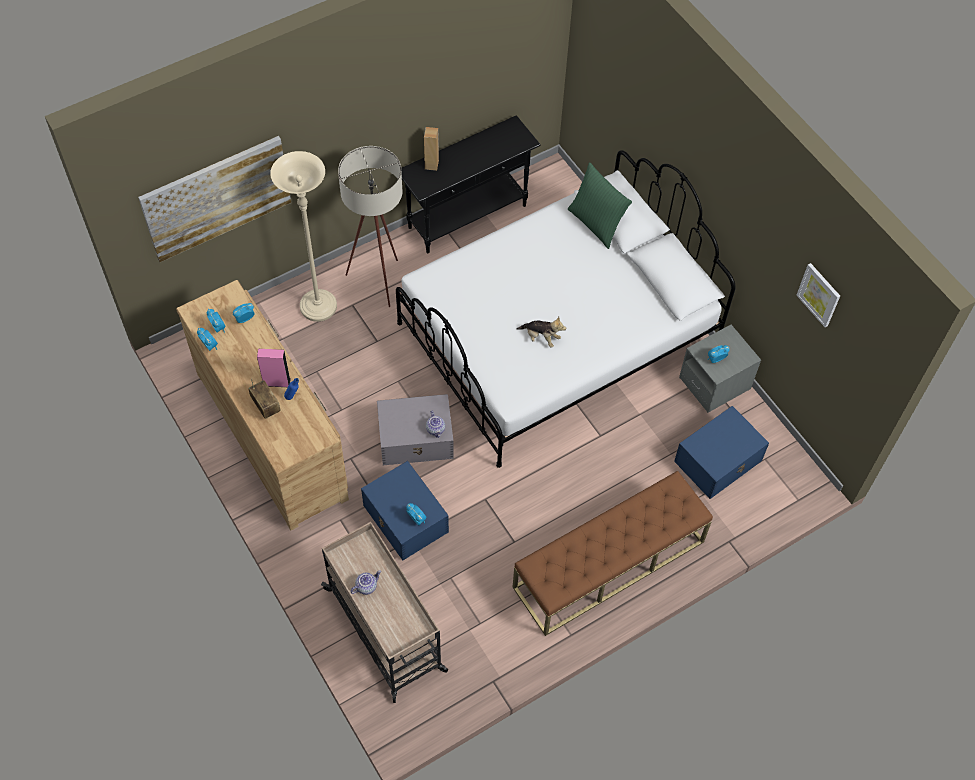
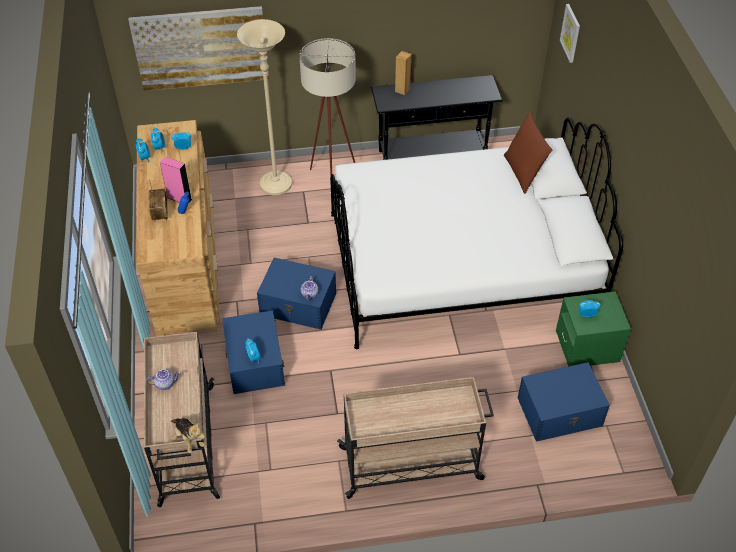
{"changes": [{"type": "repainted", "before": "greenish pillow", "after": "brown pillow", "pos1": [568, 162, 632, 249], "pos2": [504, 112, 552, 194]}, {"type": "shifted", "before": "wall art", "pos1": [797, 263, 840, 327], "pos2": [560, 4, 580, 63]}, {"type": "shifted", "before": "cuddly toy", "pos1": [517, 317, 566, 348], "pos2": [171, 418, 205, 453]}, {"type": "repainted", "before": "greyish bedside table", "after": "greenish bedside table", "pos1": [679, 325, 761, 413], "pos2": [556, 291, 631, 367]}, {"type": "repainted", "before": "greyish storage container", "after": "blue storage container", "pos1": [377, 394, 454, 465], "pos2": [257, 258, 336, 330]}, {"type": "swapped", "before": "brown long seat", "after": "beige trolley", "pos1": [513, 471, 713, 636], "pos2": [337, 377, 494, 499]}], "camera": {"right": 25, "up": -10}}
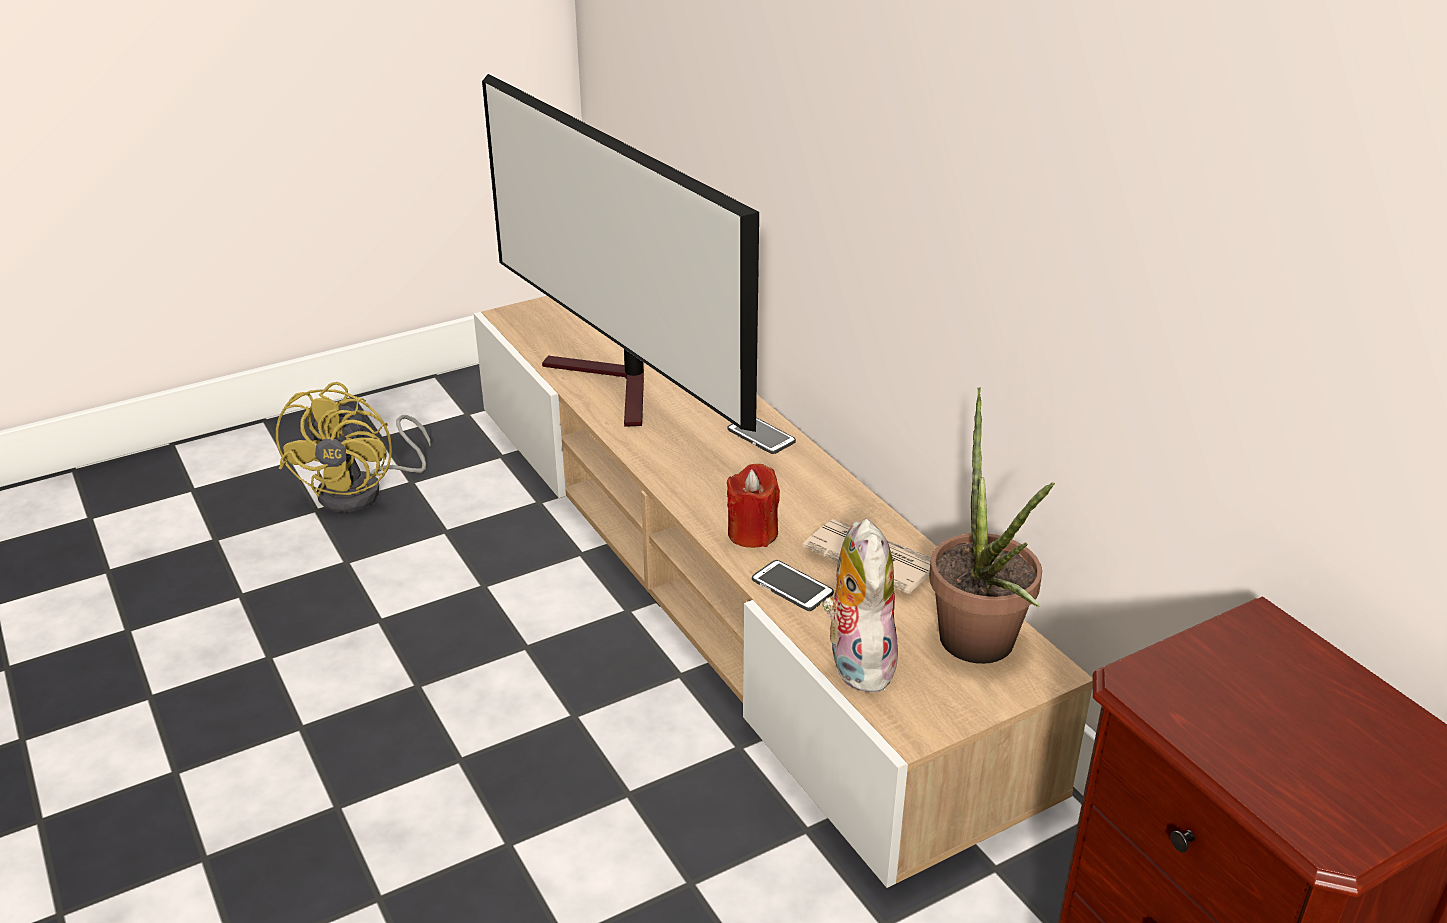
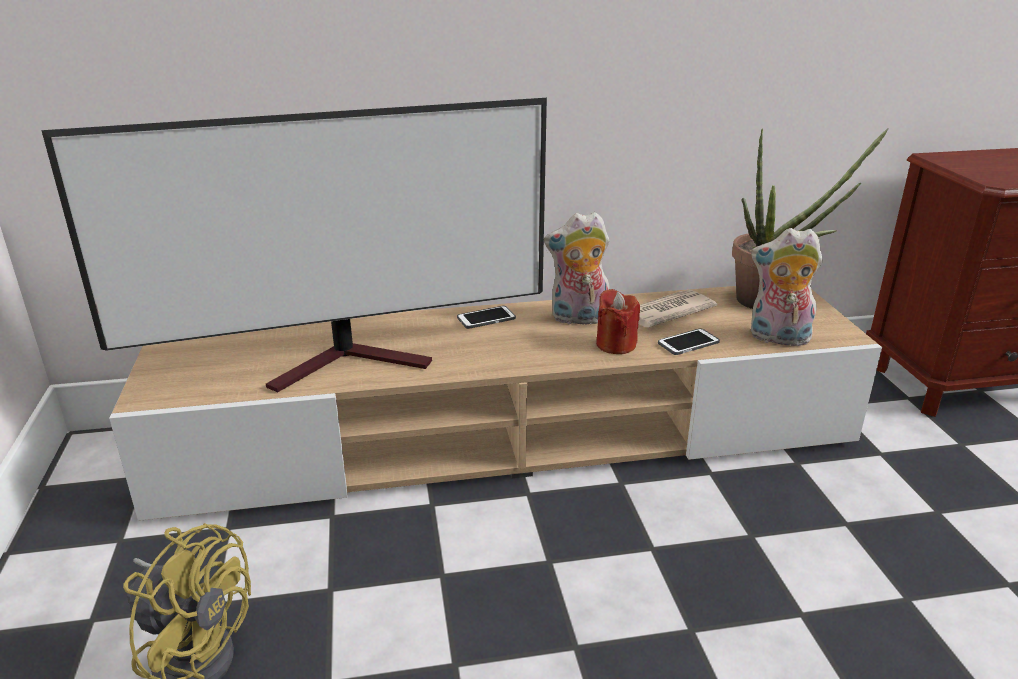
{"changes": [{"type": "new", "after": "cuddly toy", "pos2": [544, 212, 610, 324]}], "camera": {"right": -70, "up": -5}}
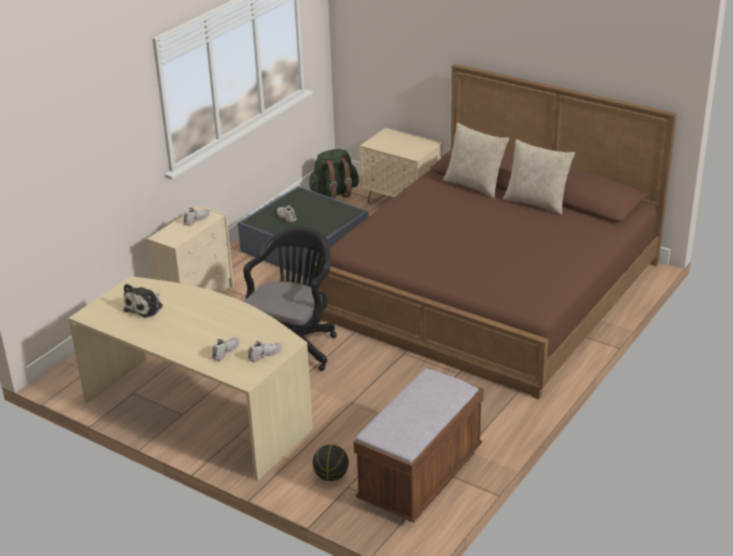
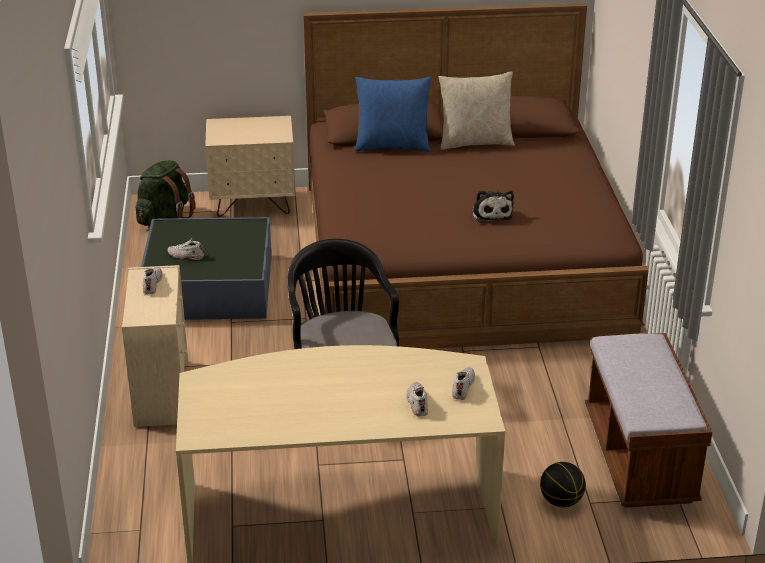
{"changes": [{"type": "repainted", "before": "beige pillow", "after": "blue pillow", "pos1": [443, 123, 509, 198], "pos2": [355, 77, 431, 152]}, {"type": "shifted", "before": "cuddly toy", "pos1": [123, 284, 163, 318], "pos2": [472, 191, 514, 223]}], "camera": {"right": -40, "up": 0}}
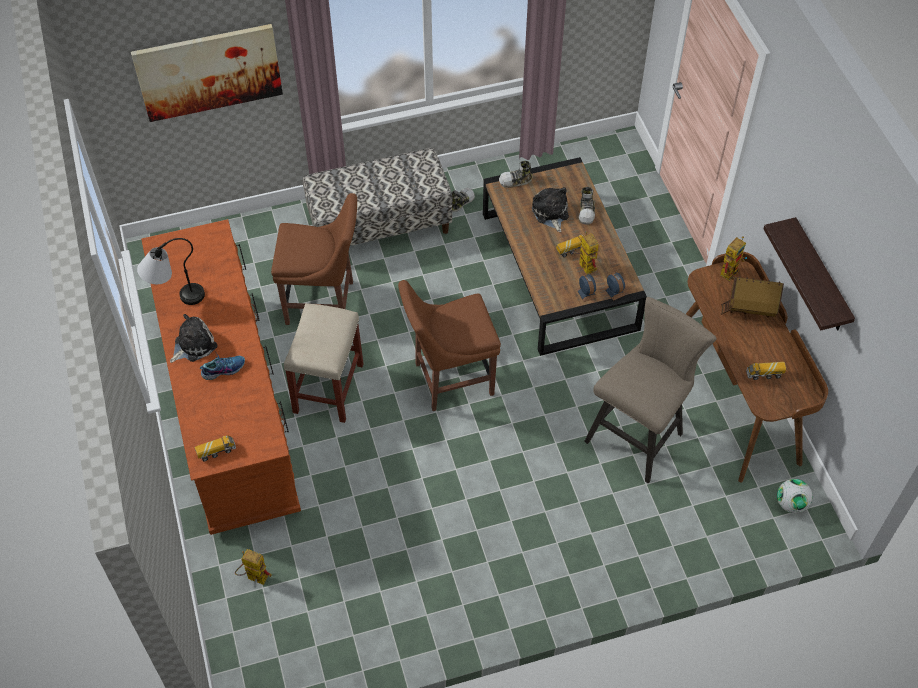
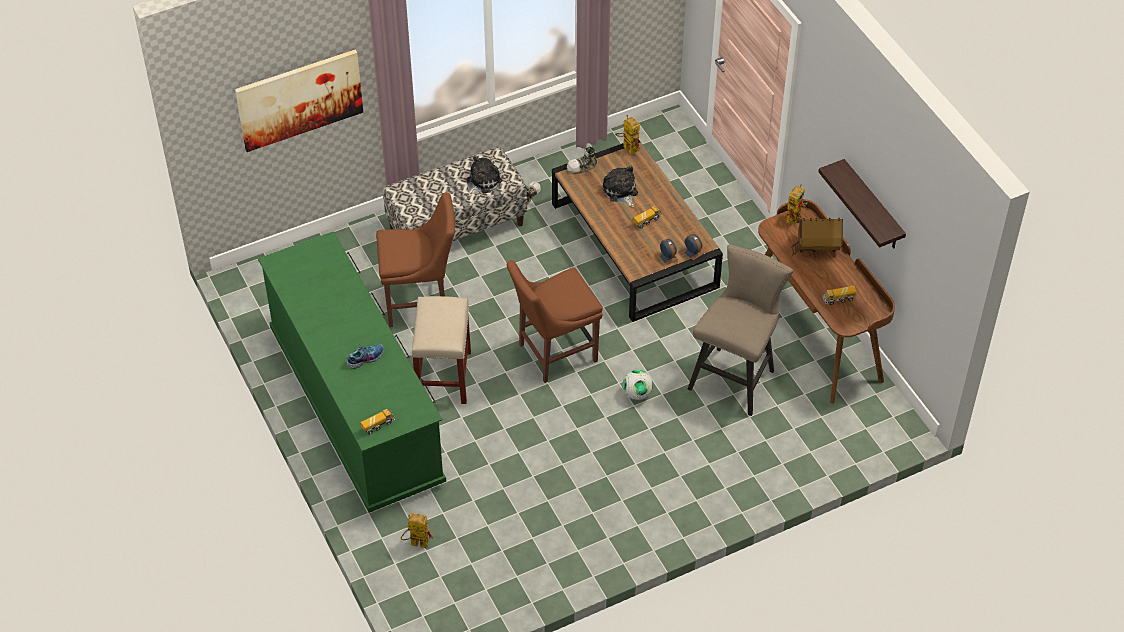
{"changes": [{"type": "gone", "before": "item of footwear", "pos1": [579, 187, 595, 225]}, {"type": "repainted", "before": "brown chest of drawers", "after": "greenish chest of drawers", "pos1": [141, 219, 301, 535], "pos2": [258, 232, 446, 513]}, {"type": "shifted", "before": "model robot", "pos1": [571, 231, 599, 274], "pos2": [615, 115, 640, 155]}, {"type": "gone", "before": "table lamp", "pos1": [137, 238, 205, 305]}, {"type": "shifted", "before": "cuddly toy", "pos1": [170, 314, 218, 363], "pos2": [466, 156, 502, 197]}, {"type": "shifted", "before": "football", "pos1": [777, 479, 812, 513], "pos2": [622, 370, 653, 400]}], "camera": {"right": -10, "up": -5}}
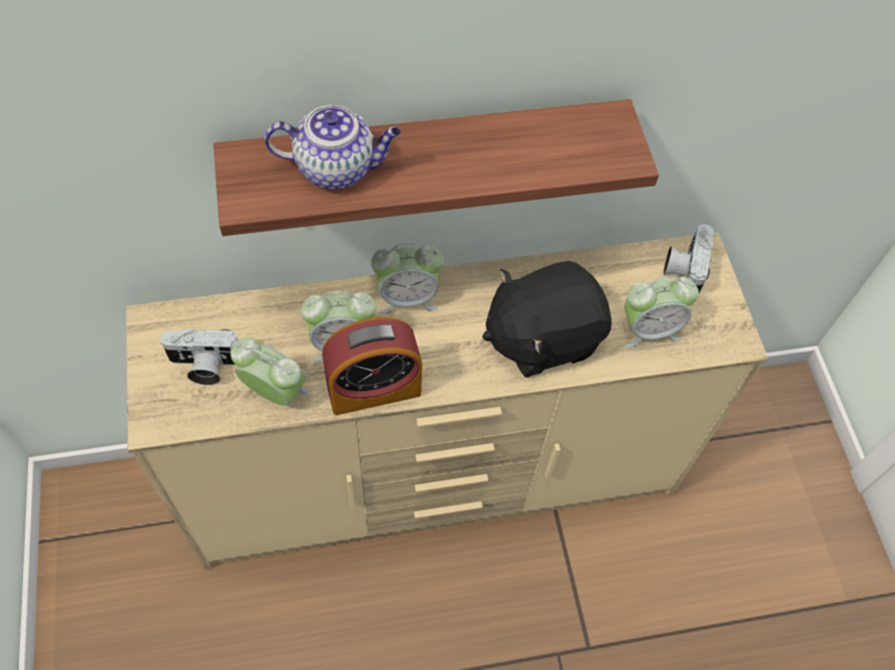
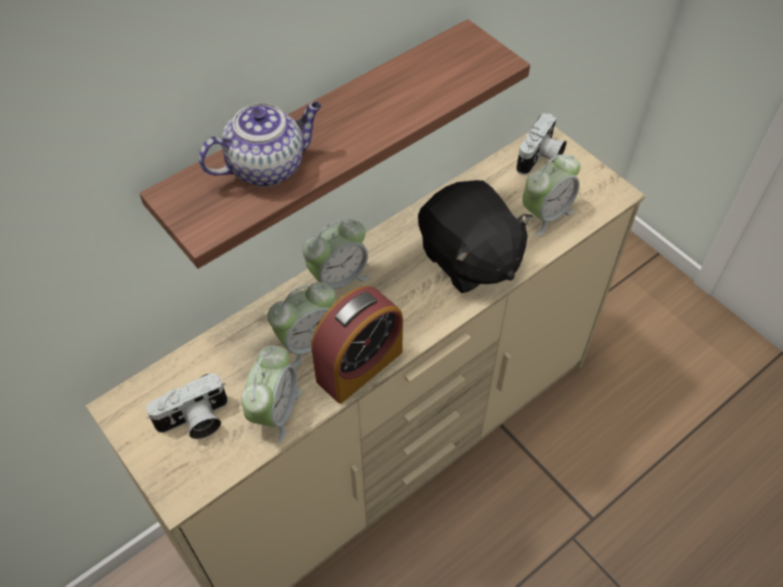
{"changes": [{"type": "rotated", "before": "still camera", "pos1": [663, 224, 714, 292], "pos2": [516, 113, 567, 175], "turn": -135}, {"type": "rotated", "before": "blackish cuddly toy", "pos1": [482, 261, 612, 377], "pos2": [418, 180, 533, 293], "turn": -75}, {"type": "rotated", "before": "table clock", "pos1": [231, 337, 310, 406], "pos2": [241, 345, 301, 443], "turn": 105}], "camera": {"right": -25, "up": -5}}
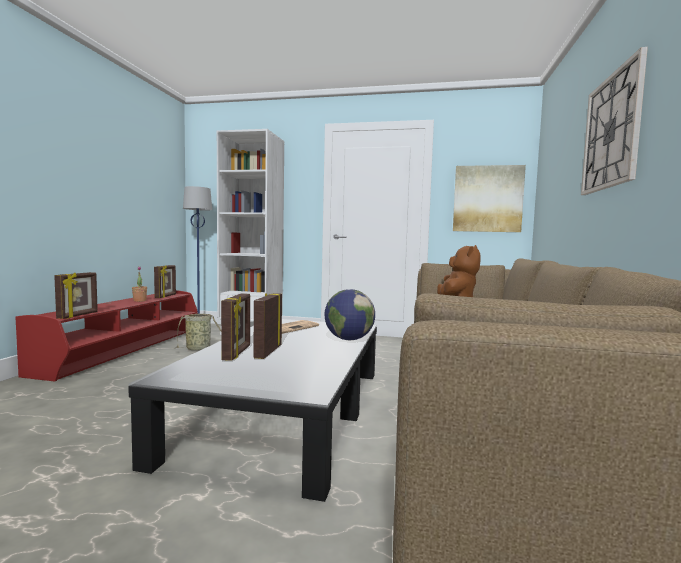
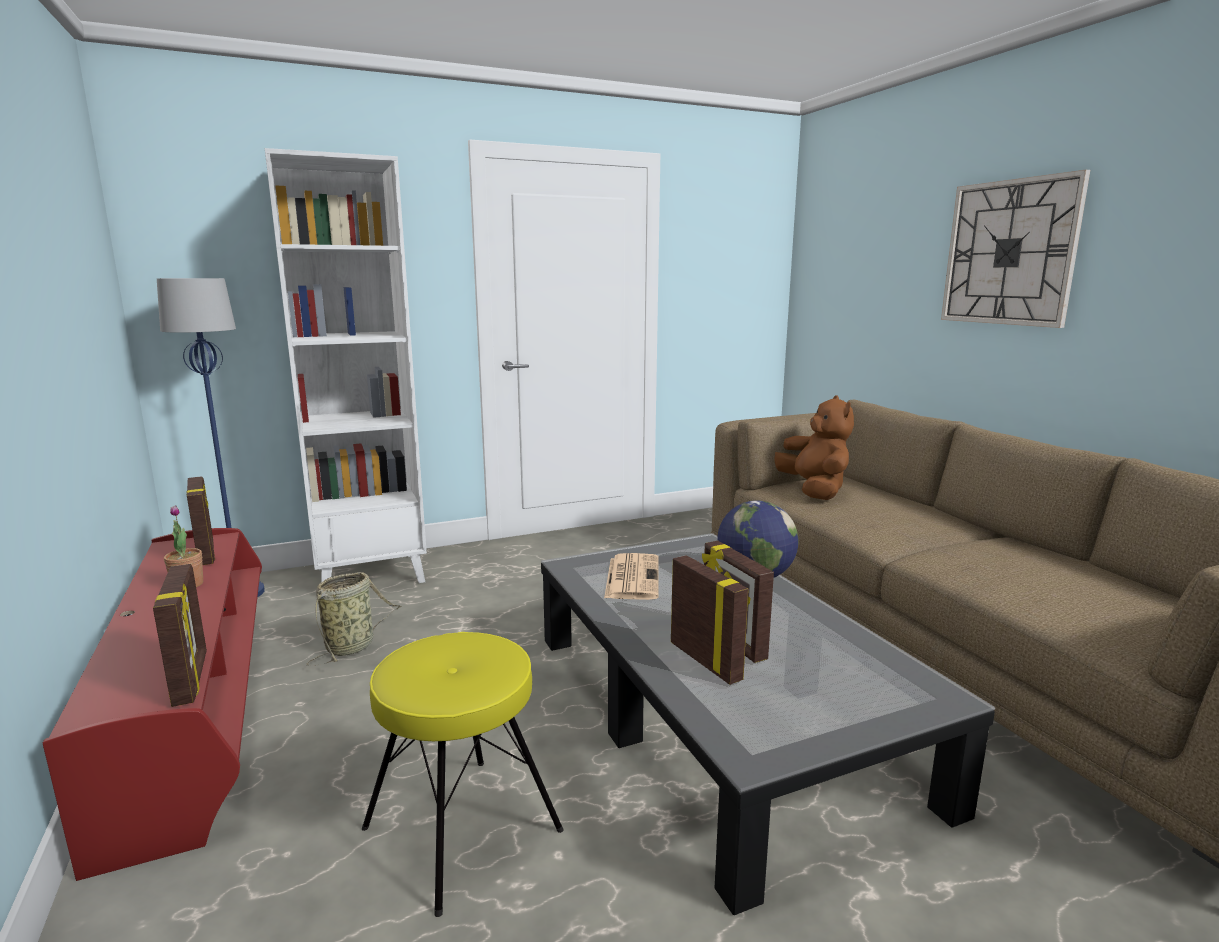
{"changes": [{"type": "gone", "before": "wall art", "pos1": [453, 165, 526, 232]}, {"type": "new", "after": "yellowish stool seat", "pos2": [362, 632, 564, 917]}], "camera": {"right": -35, "up": 10}}
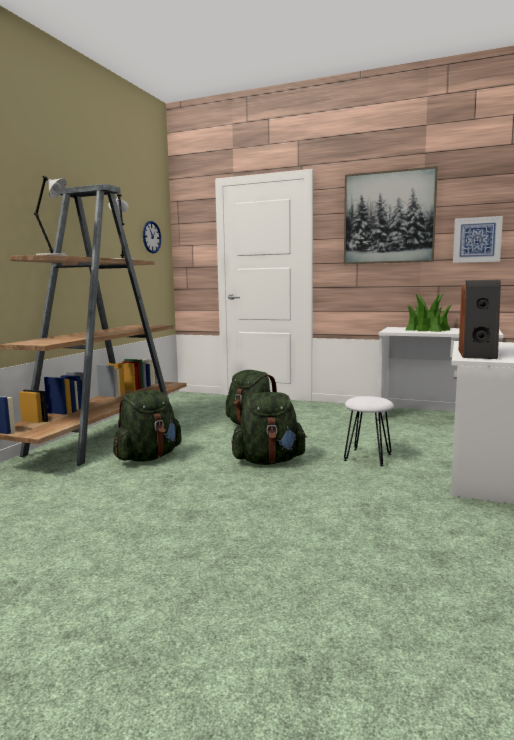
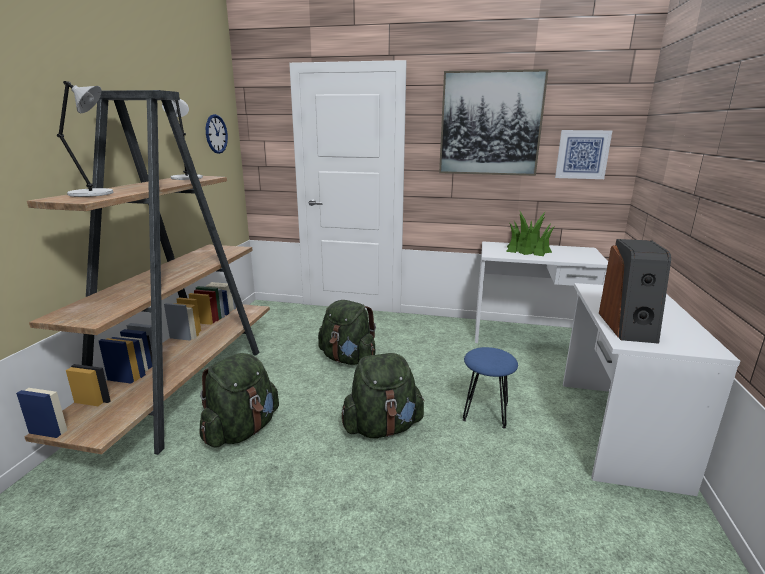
{"changes": [{"type": "repainted", "before": "white stool seat", "after": "blue stool seat", "pos1": [344, 396, 394, 466], "pos2": [463, 347, 518, 429]}], "camera": {"right": -10, "up": 10}}
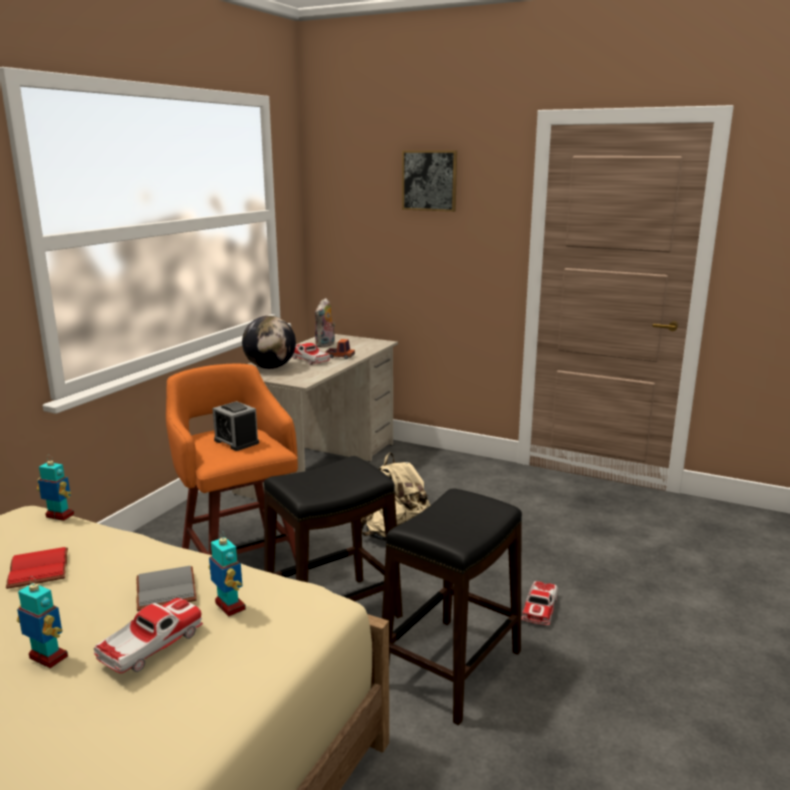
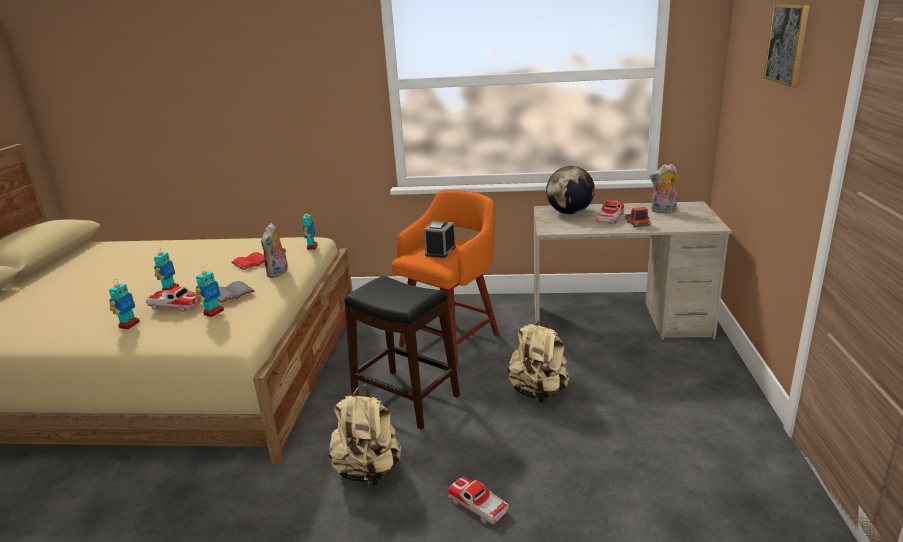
{"changes": [{"type": "swapped", "before": "blackish stool seat", "after": "beige knapsack", "pos1": [382, 488, 522, 725], "pos2": [329, 385, 401, 486]}, {"type": "rotated", "before": "miniature car", "pos1": [521, 581, 558, 625], "pos2": [448, 476, 509, 525], "turn": 45}, {"type": "new", "after": "cuddly toy", "pos2": [261, 223, 289, 278]}, {"type": "new", "after": "model robot", "pos2": [109, 283, 140, 329]}], "camera": {"right": 70, "up": 5}}
